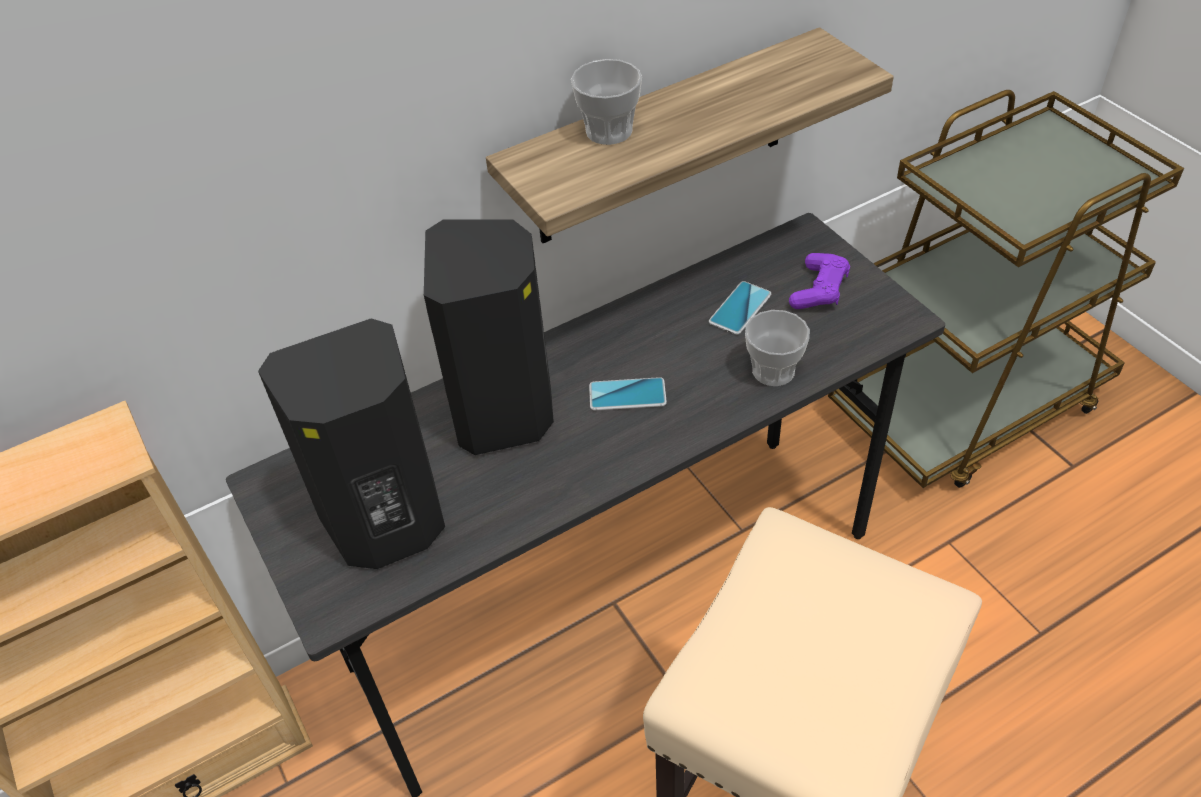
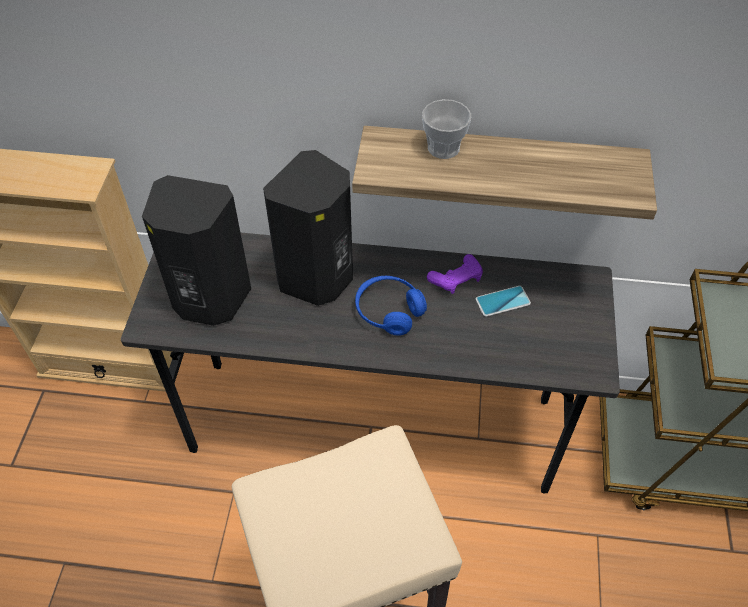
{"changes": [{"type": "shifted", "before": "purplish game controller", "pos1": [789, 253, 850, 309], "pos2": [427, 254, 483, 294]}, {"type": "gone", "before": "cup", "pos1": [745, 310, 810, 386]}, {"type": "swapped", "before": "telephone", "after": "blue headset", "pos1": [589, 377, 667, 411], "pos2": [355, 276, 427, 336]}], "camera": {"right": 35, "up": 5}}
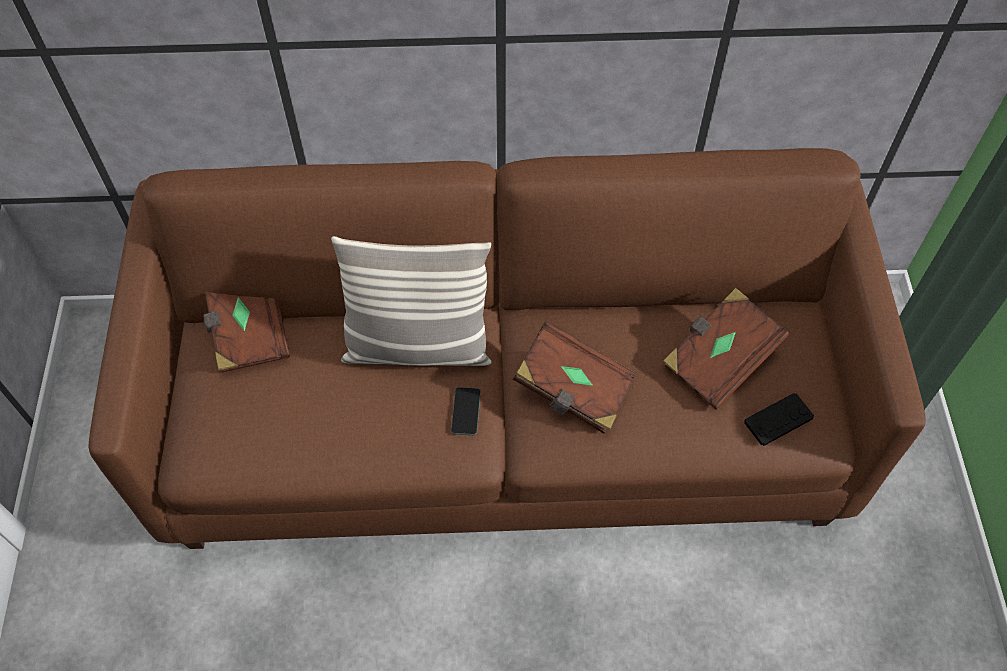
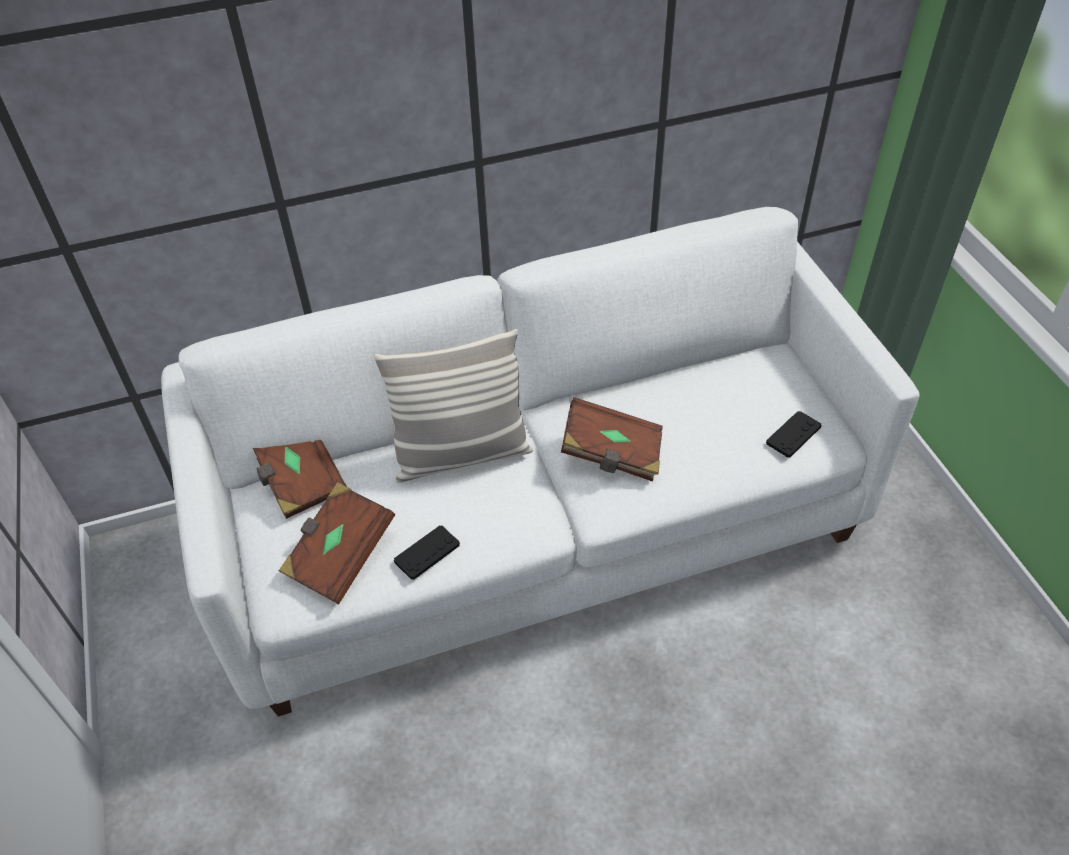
{"changes": [{"type": "repainted", "before": "brown sofa", "after": "white sofa", "pos1": [89, 148, 925, 549], "pos2": [161, 207, 920, 717]}, {"type": "shifted", "before": "brown book", "pos1": [662, 288, 789, 410], "pos2": [279, 482, 395, 604]}, {"type": "gone", "before": "telephone", "pos1": [451, 387, 481, 435]}, {"type": "new", "after": "blackish game controller", "pos2": [394, 525, 460, 580]}], "camera": {"right": -15, "up": -10}}
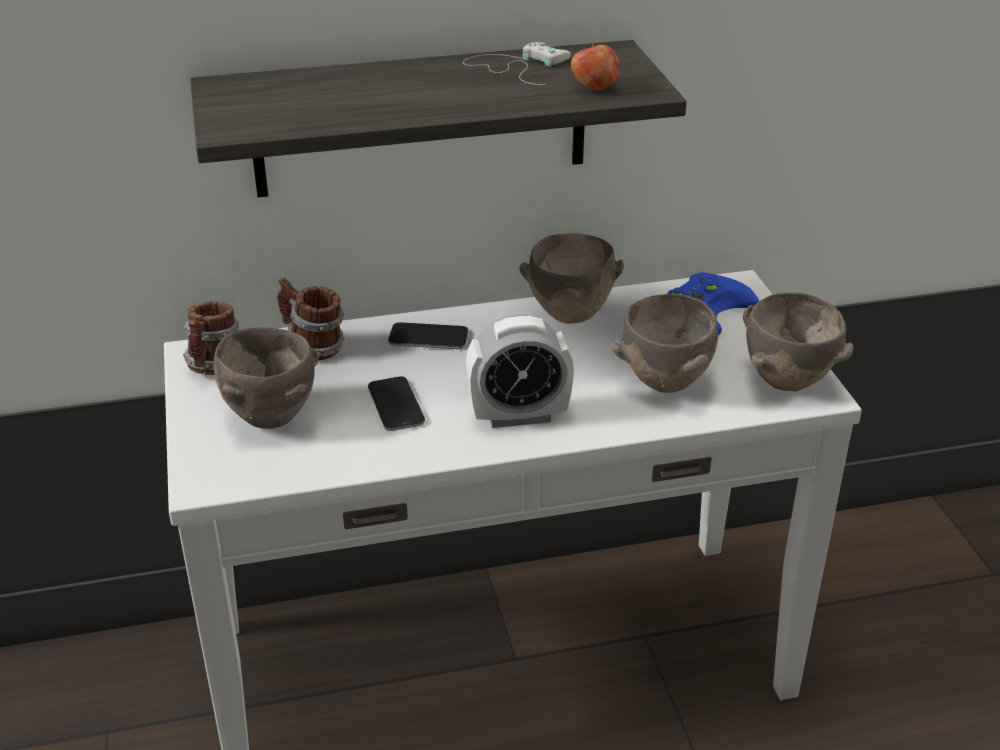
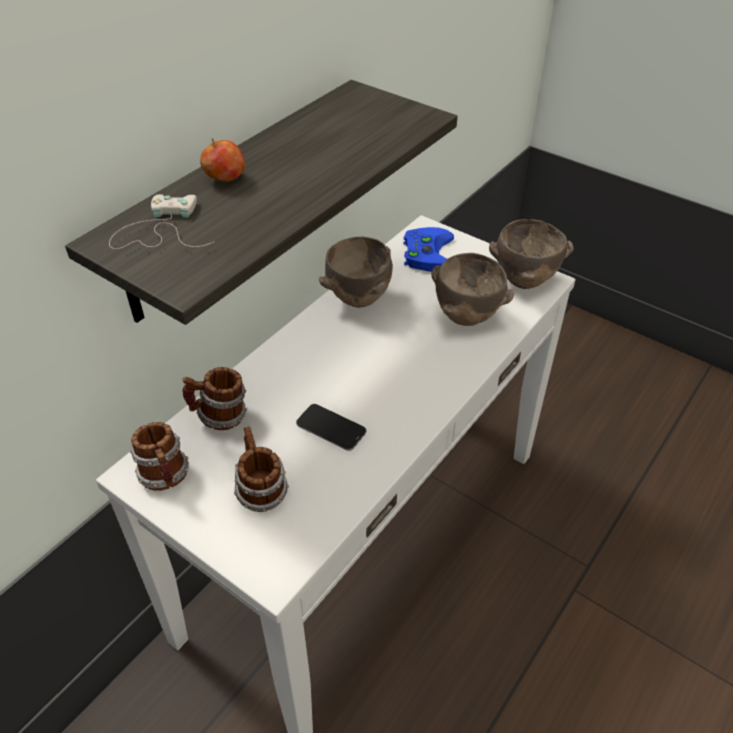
{"changes": [{"type": "shifted", "before": "apple fruit", "pos1": [571, 40, 619, 91], "pos2": [200, 139, 245, 182]}, {"type": "shifted", "before": "white game controller", "pos1": [463, 42, 571, 85], "pos2": [109, 194, 215, 249]}, {"type": "gone", "before": "table clock", "pos1": [466, 314, 574, 428]}, {"type": "gone", "before": "telephone", "pos1": [388, 322, 468, 349]}, {"type": "swapped", "before": "brown bowl", "after": "mug", "pos1": [213, 327, 319, 429], "pos2": [234, 427, 289, 512]}], "camera": {"right": -40, "up": 10}}
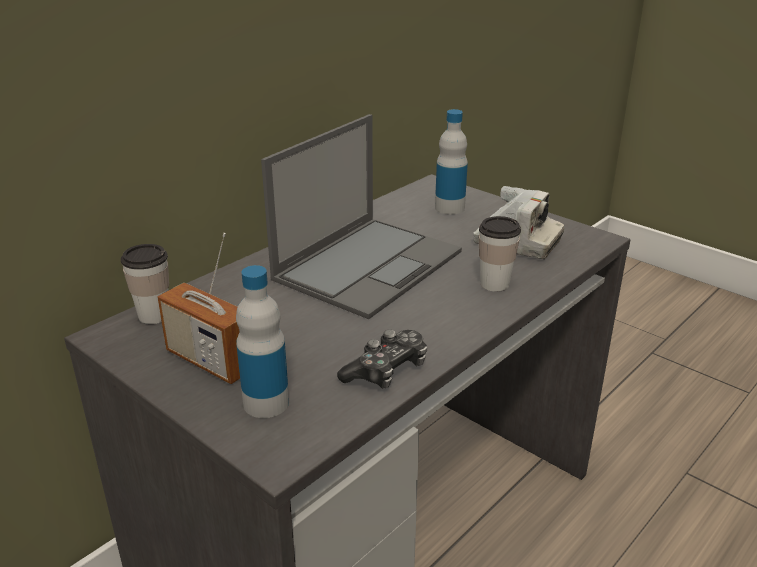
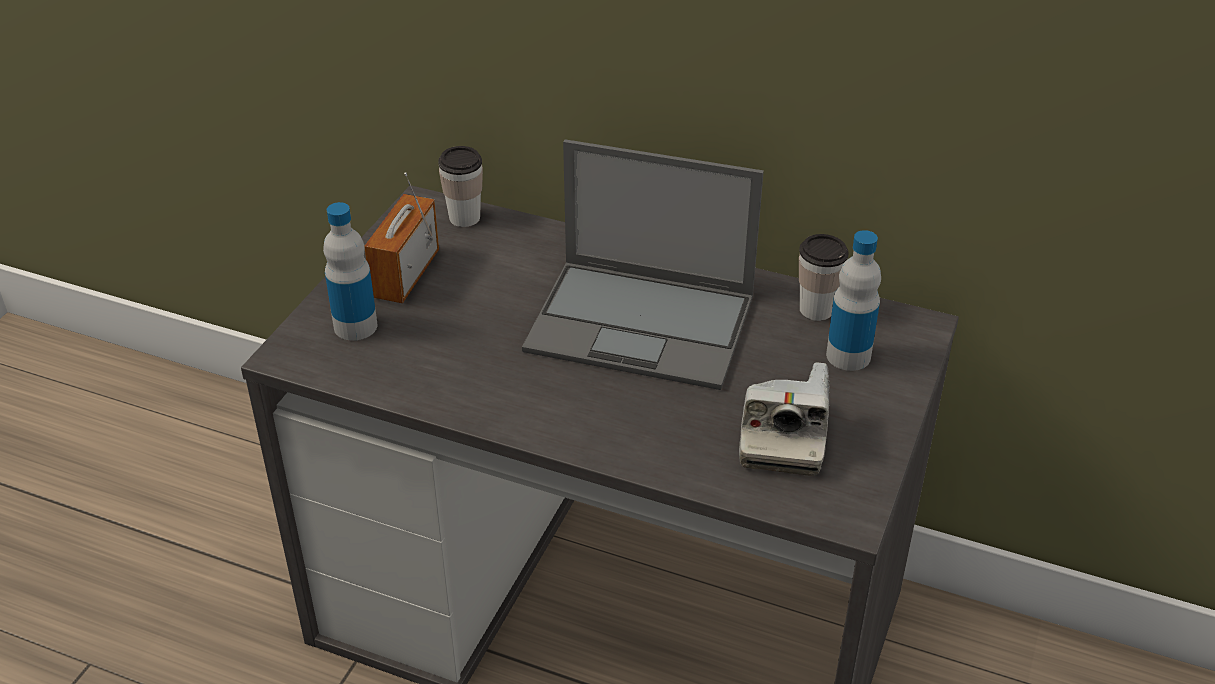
{"changes": [{"type": "shifted", "before": "cup", "pos1": [479, 216, 521, 292], "pos2": [799, 234, 849, 321]}, {"type": "gone", "before": "game controller", "pos1": [337, 330, 427, 389]}], "camera": {"right": 70, "up": 10}}
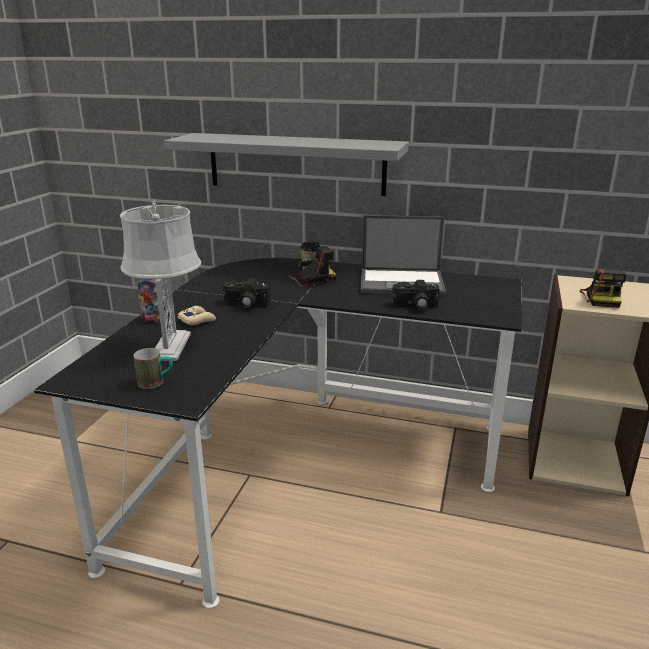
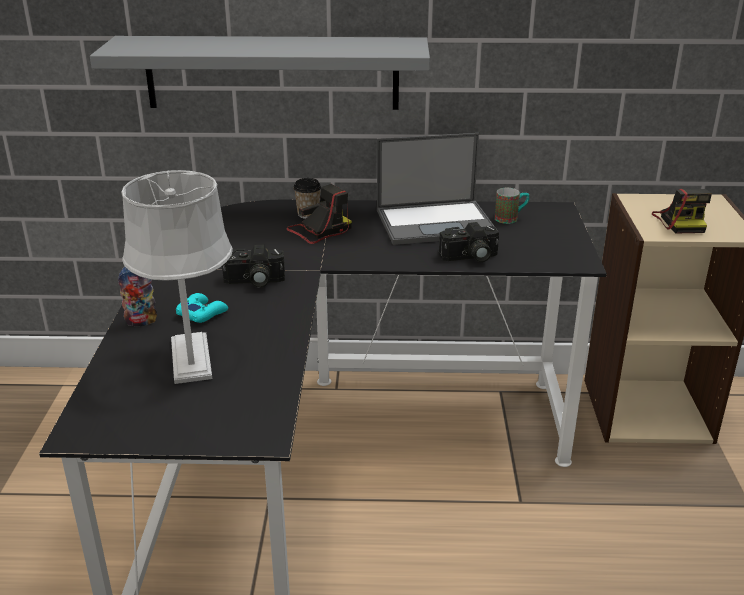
{"changes": [{"type": "repainted", "before": "beige game controller", "after": "turquoise game controller", "pos1": [177, 306, 216, 325], "pos2": [176, 293, 228, 323]}, {"type": "shifted", "before": "mug", "pos1": [133, 348, 173, 389], "pos2": [495, 188, 529, 224]}], "camera": {"right": -15, "up": 5}}
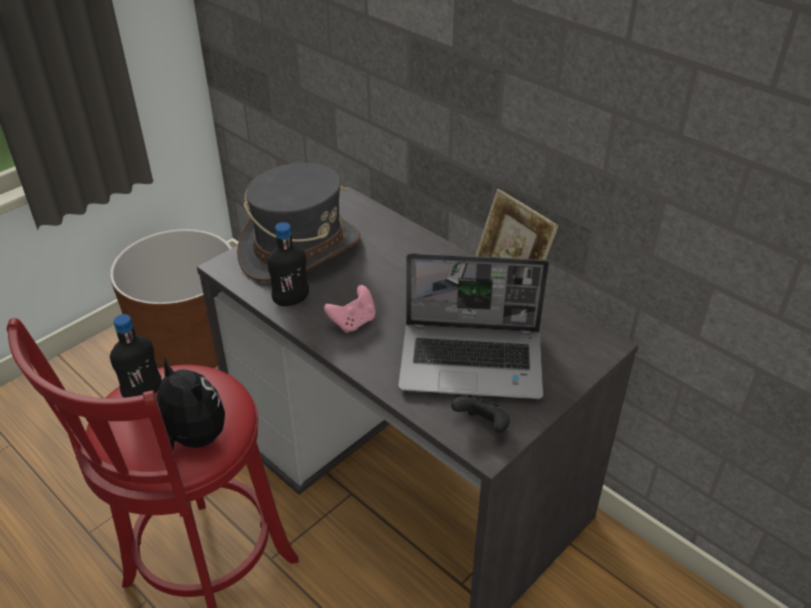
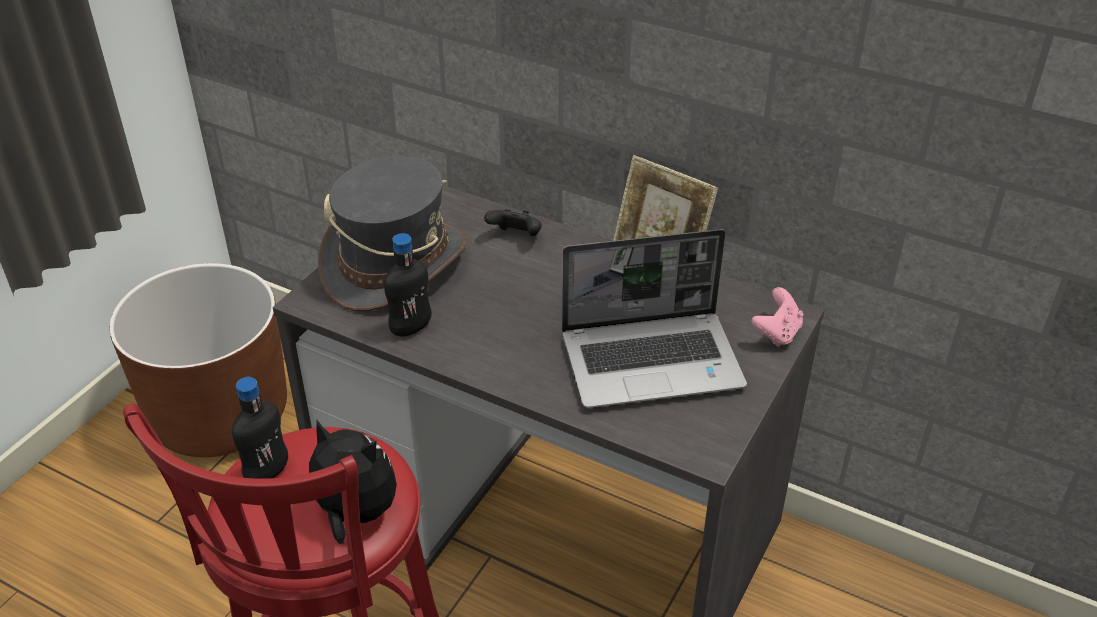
{"changes": [{"type": "shifted", "before": "pinkish game controller", "pos1": [324, 285, 376, 333], "pos2": [751, 287, 803, 347]}, {"type": "shifted", "before": "blackish game controller", "pos1": [451, 395, 510, 433], "pos2": [484, 209, 542, 236]}], "camera": {"right": -15, "up": 0}}
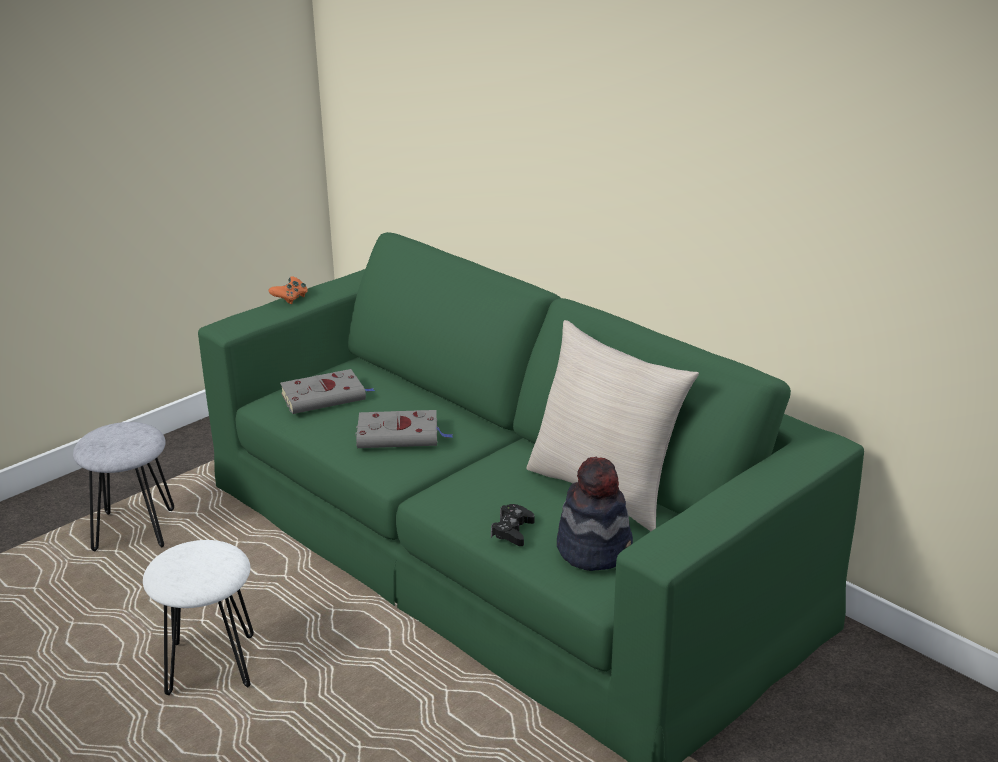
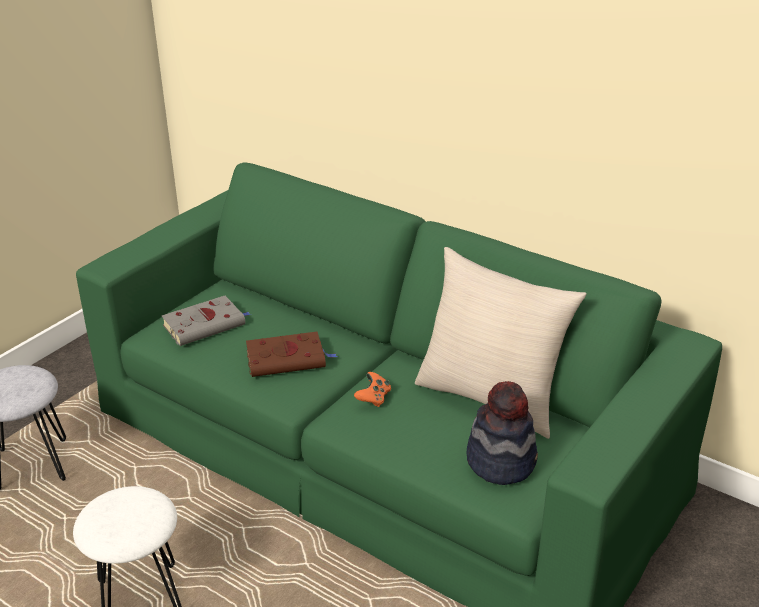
{"changes": [{"type": "shifted", "before": "orange game controller", "pos1": [269, 276, 308, 304], "pos2": [354, 372, 391, 407]}, {"type": "repainted", "before": "greyish book", "after": "brown book", "pos1": [355, 410, 453, 448], "pos2": [246, 332, 337, 377]}, {"type": "gone", "before": "blackish game controller", "pos1": [491, 504, 535, 546]}], "camera": {"right": -10, "up": 5}}
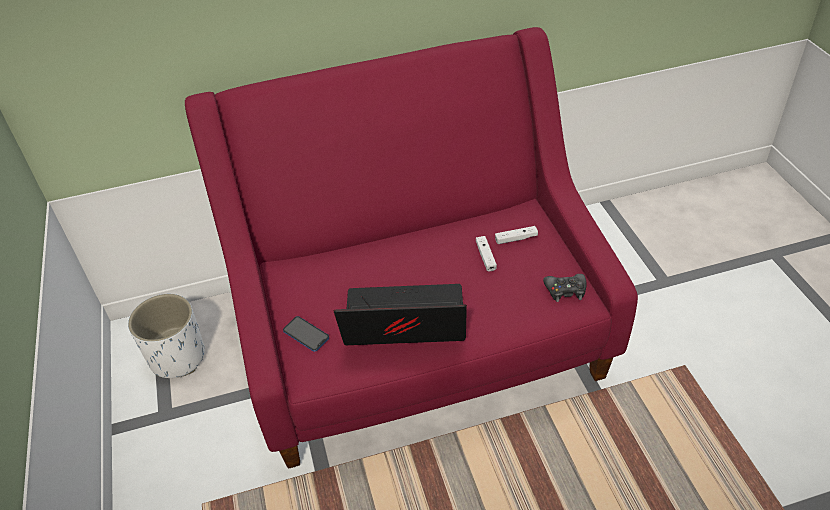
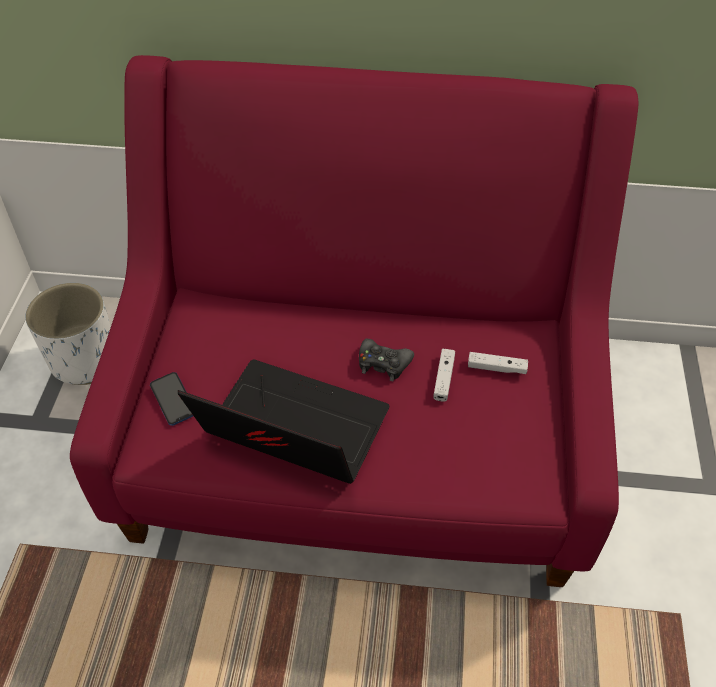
{"changes": [{"type": "shifted", "before": "blackish game controller", "pos1": [543, 274, 587, 302], "pos2": [359, 339, 414, 382]}], "camera": {"right": 20, "up": 5}}
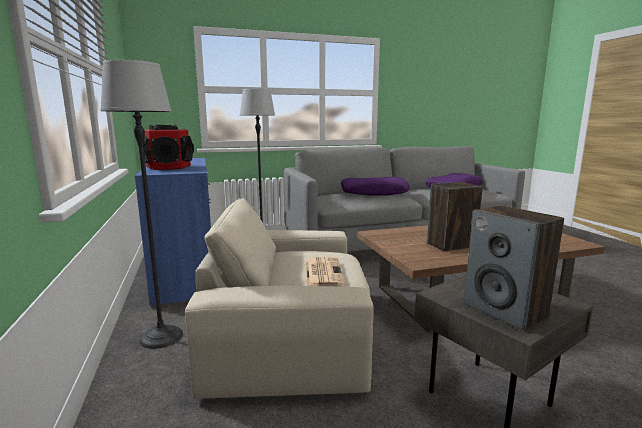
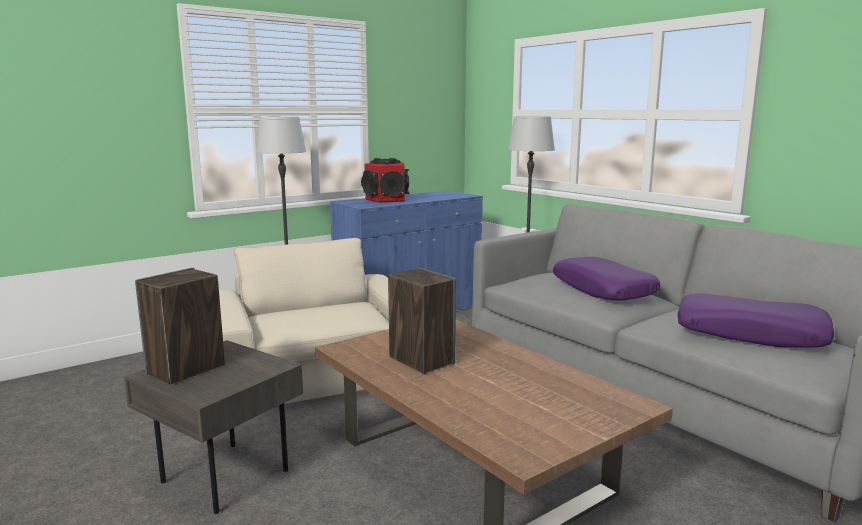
{"changes": [{"type": "gone", "before": "newspaper", "pos1": [305, 257, 345, 287]}], "camera": {"right": 70, "up": 0}}
